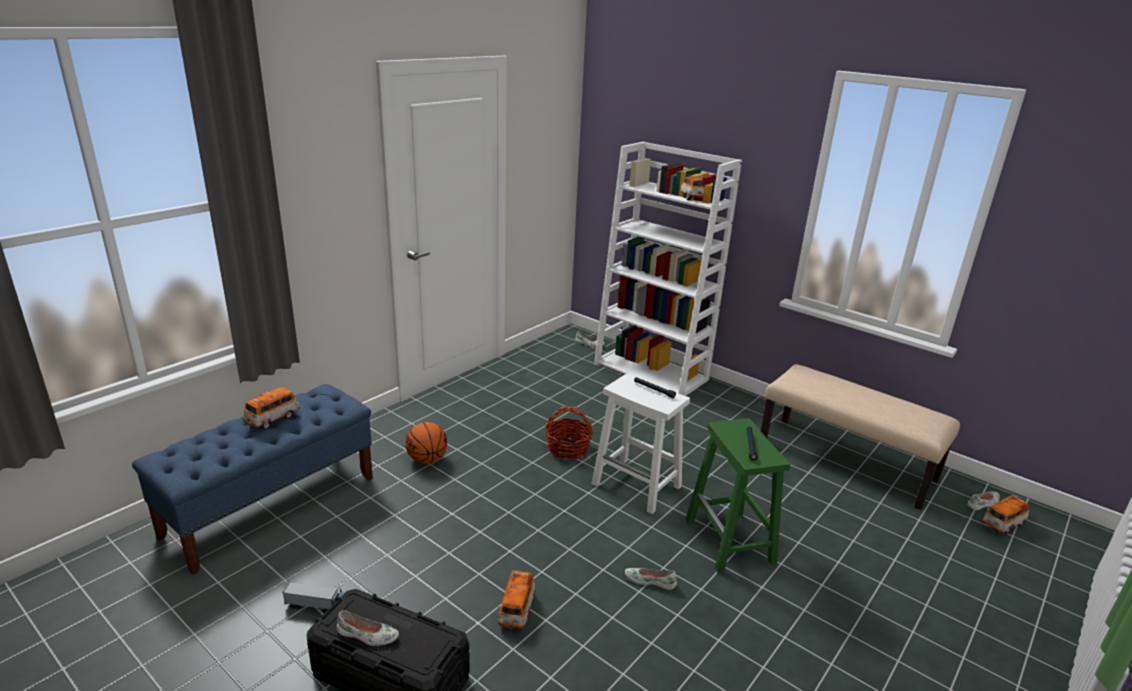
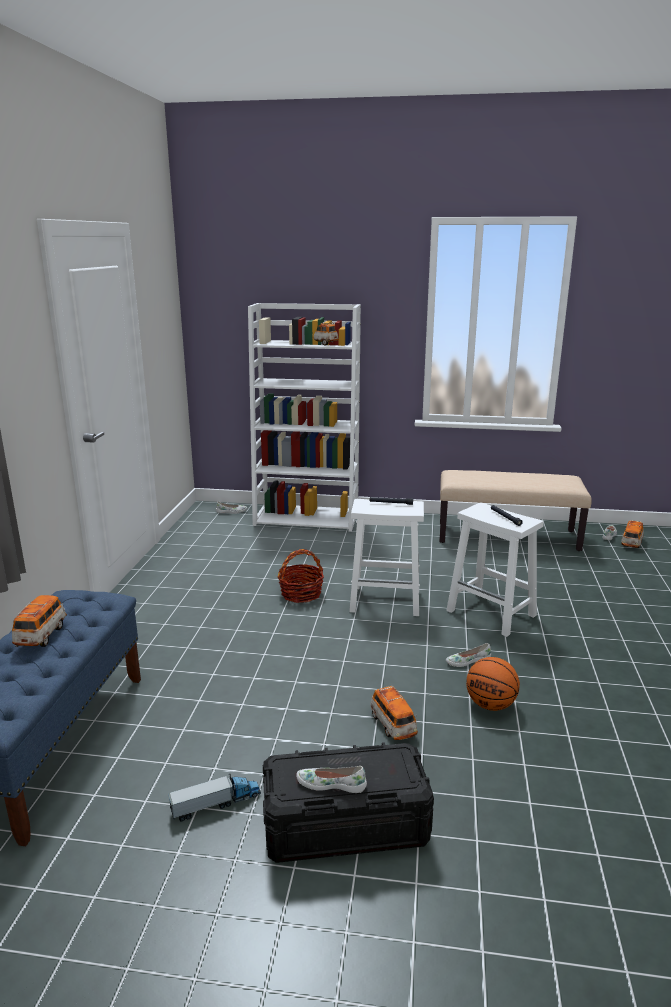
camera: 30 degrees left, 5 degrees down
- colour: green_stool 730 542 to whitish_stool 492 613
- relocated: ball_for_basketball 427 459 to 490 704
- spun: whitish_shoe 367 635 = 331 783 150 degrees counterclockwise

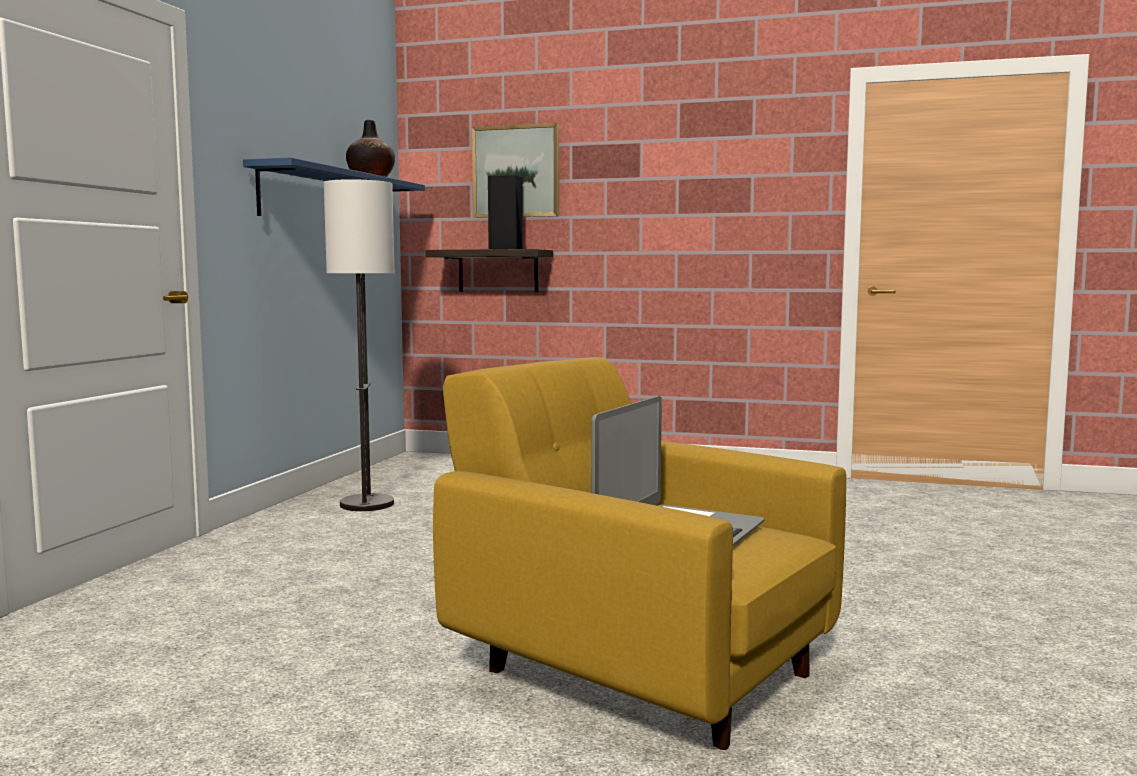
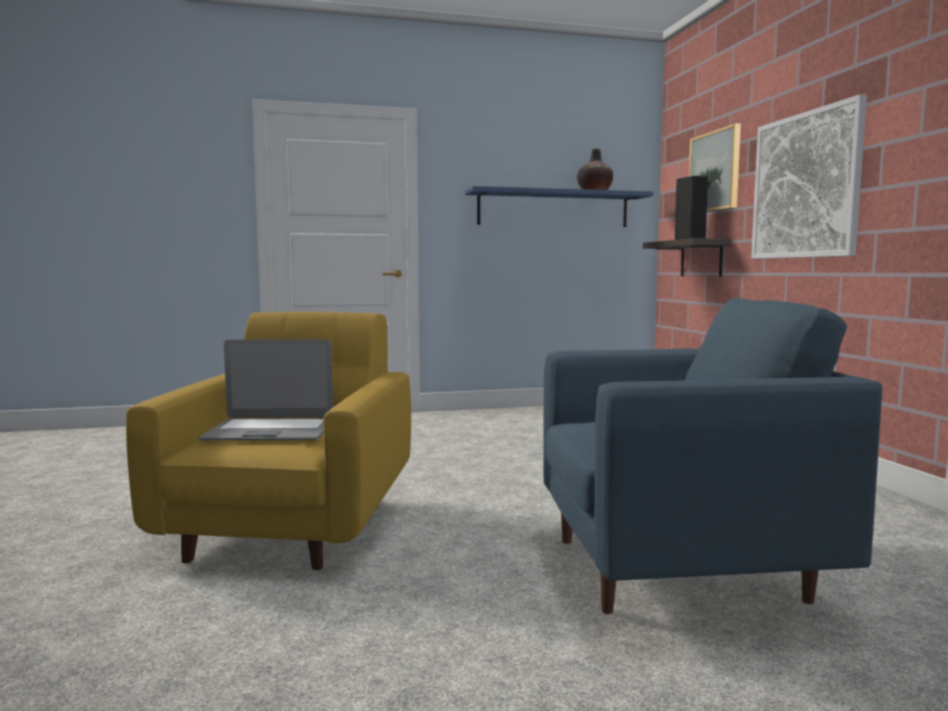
camera: 60 degrees right, 0 degrees up
- missing: standing_lamp 366 504
- appeared: wall_picture 805 186
- appeared: bluish_lounge_chair 676 569

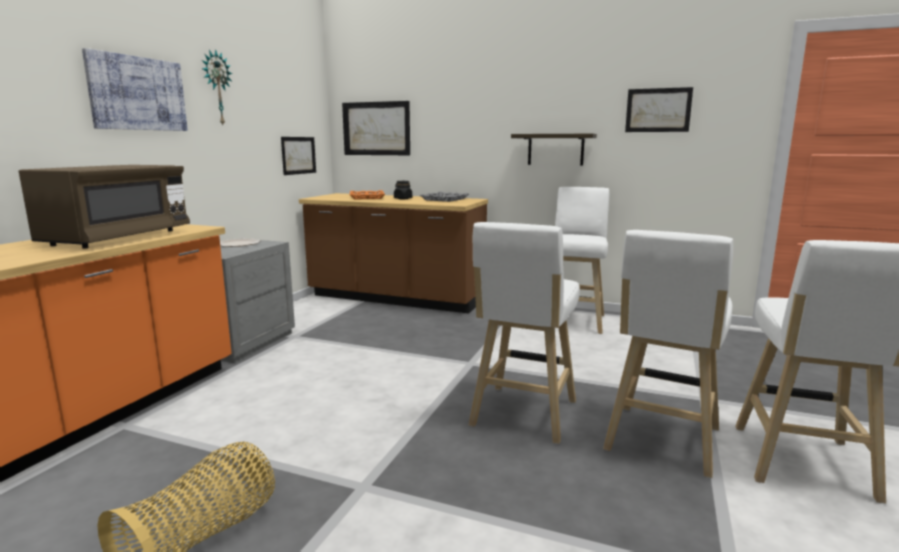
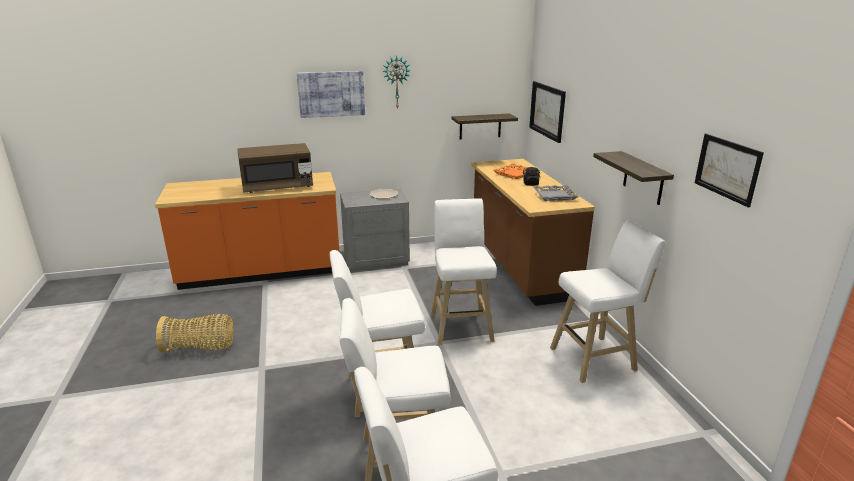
camera: 55 degrees right, 10 degrees up
- exchanged: wall_picture 298 155 to bracket_shelf 480 126
- appeared: whitish_stool 460 325

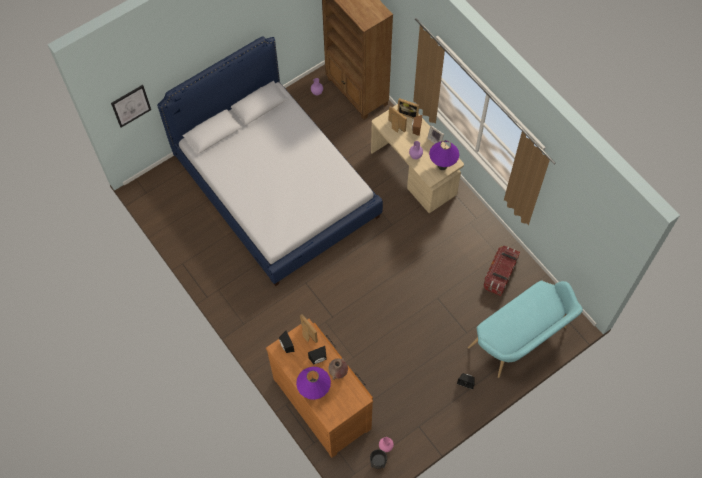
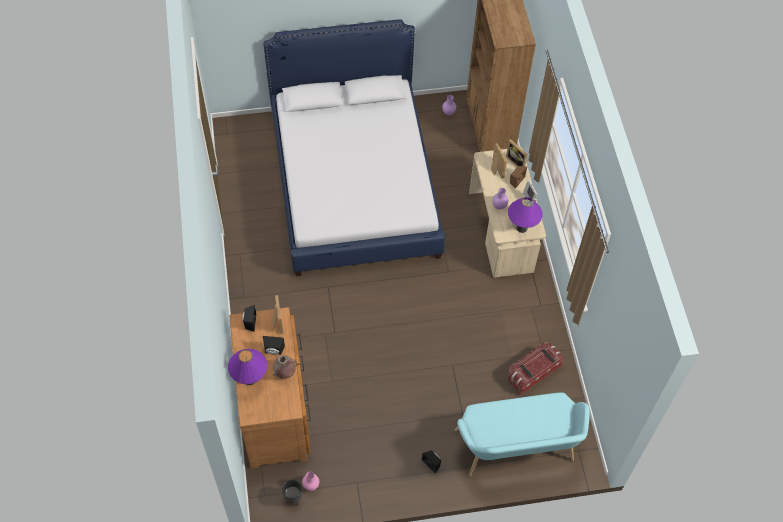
camera: 25 degrees right, 5 degrees down
- missing: wall_picture 131 105

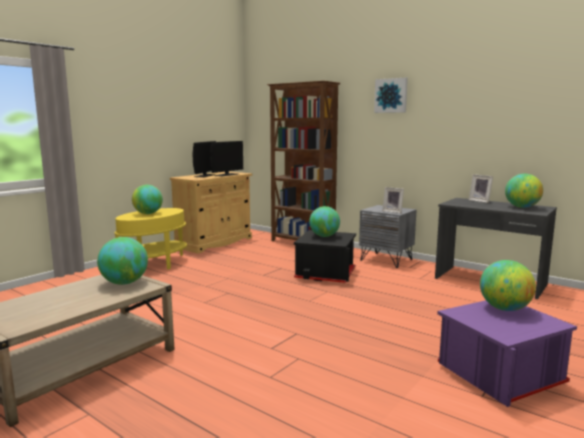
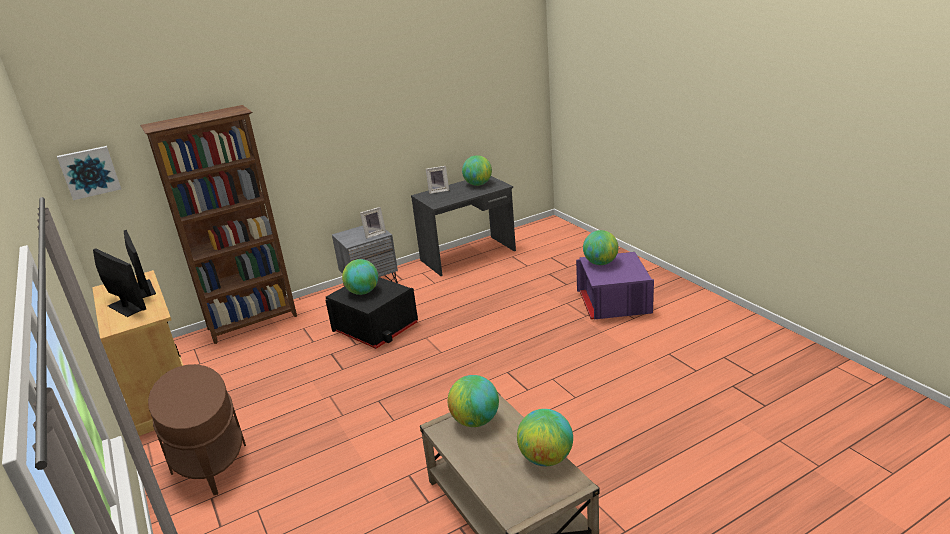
camera: 65 degrees left, 15 degrees up
- relocated: wall_picture 391 95 to 89 172
- relocated: world_globe 148 213 to 546 458
- colour: yellow-coloured_accent_table 154 264 to brown-coloured_accent_table 209 458

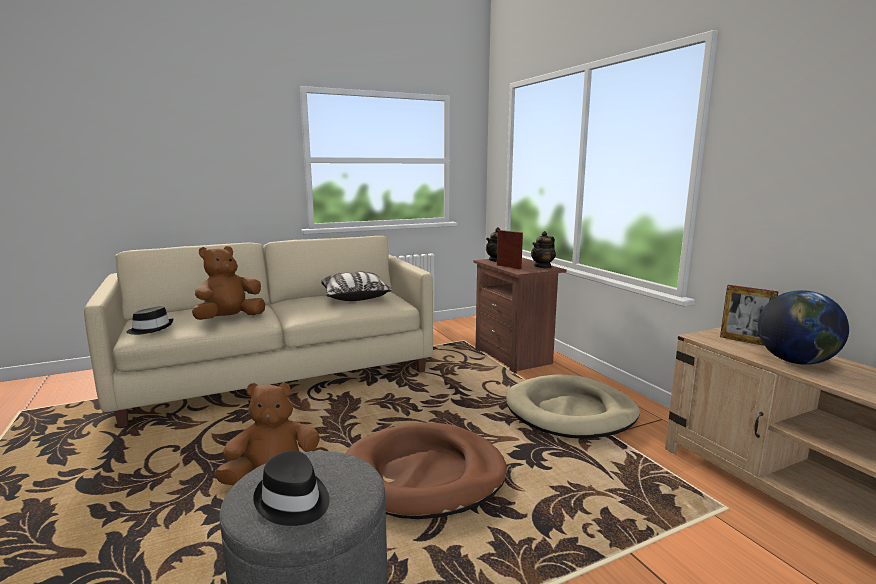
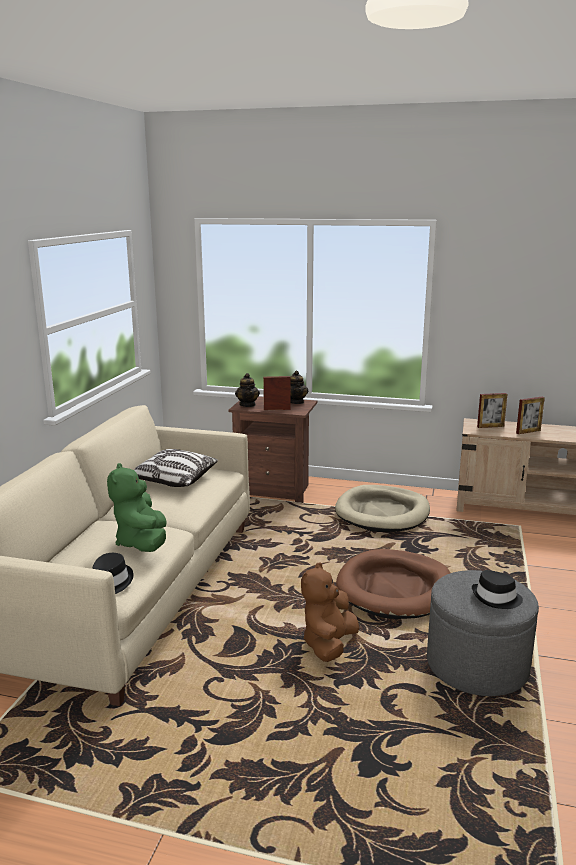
camera: 50 degrees left, 5 degrees up
- colour: brown-coloured_plush_toy 229 319 to green_plush_toy 142 543
- exchanged: world_globe 795 361 to photo_frame 528 432

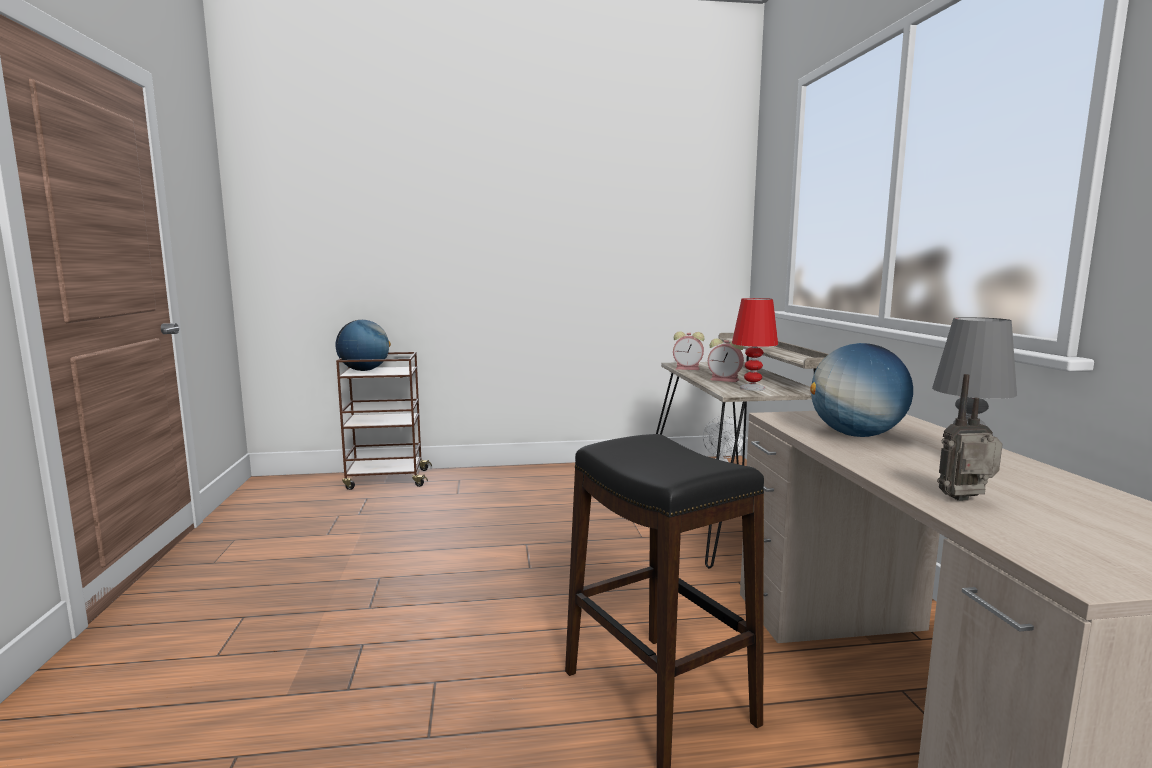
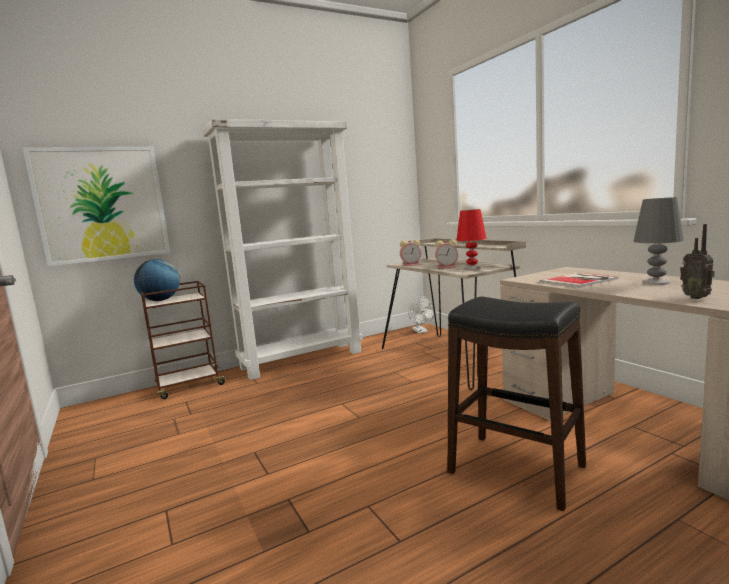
camera: 20 degrees left, 0 degrees up
- exchanged: world_globe 856 435 to bound_book 580 280
- spun: radio 967 501 = 696 297 75 degrees counterclockwise
- appeared: whitish_bookshelf 302 359
- appeared: wall_picture 102 204

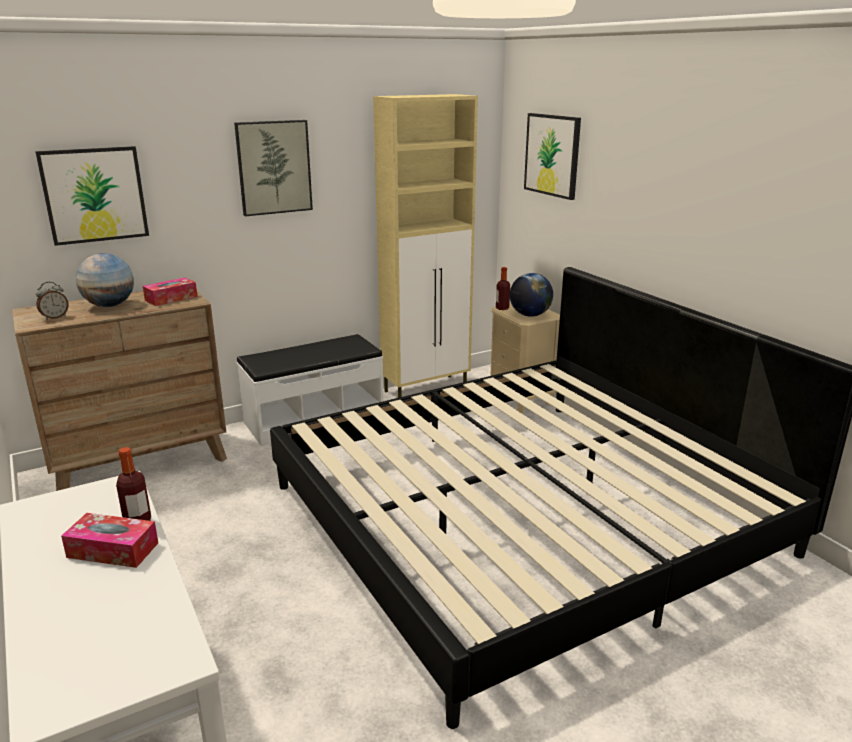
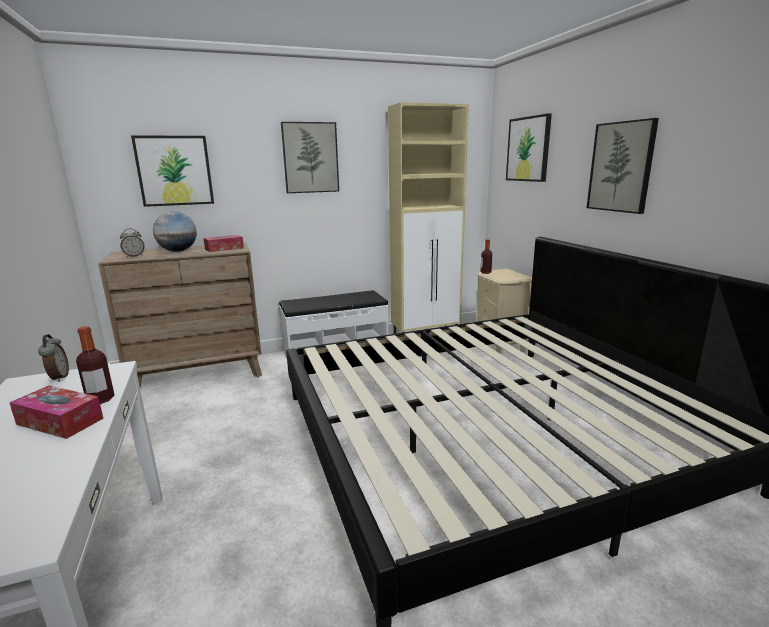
camera: 10 degrees right, 5 degrees down
- missing: world_globe 530 315
- appeared: wall_picture 621 167
- appeared: bedside_clock 58 378

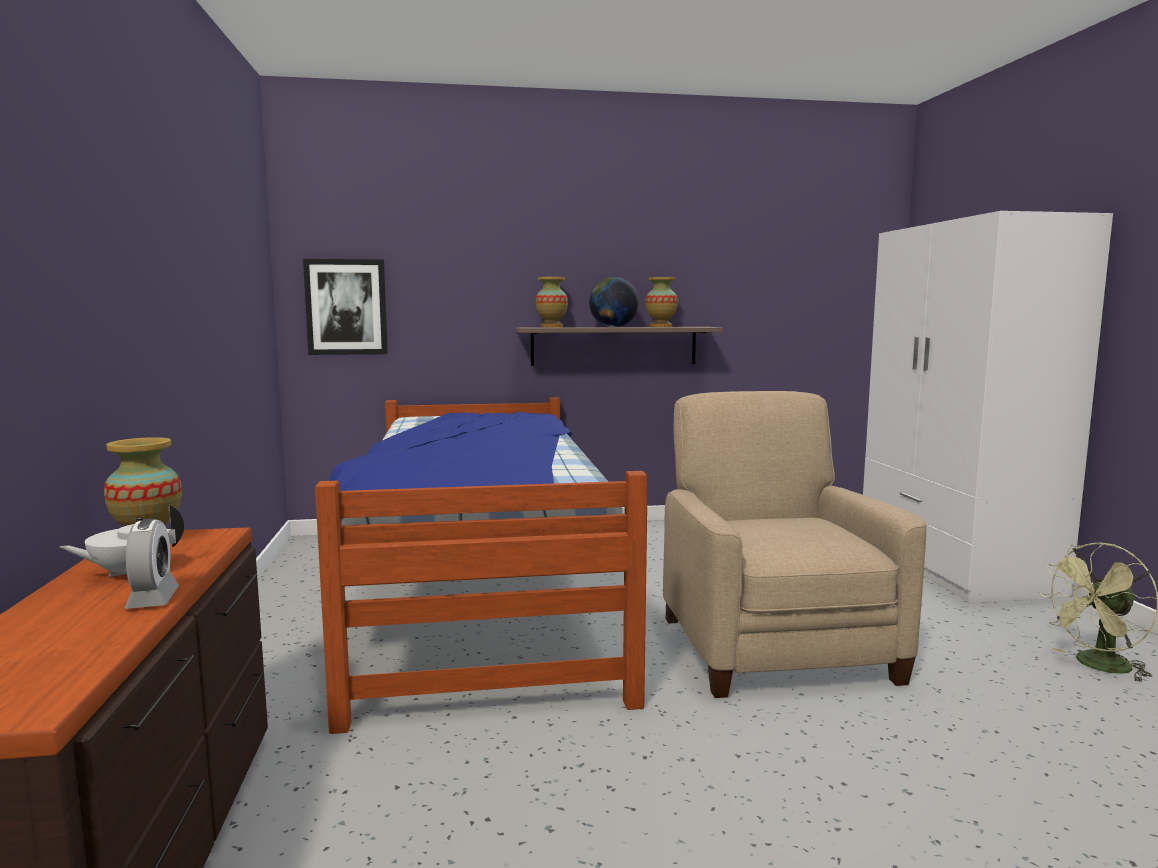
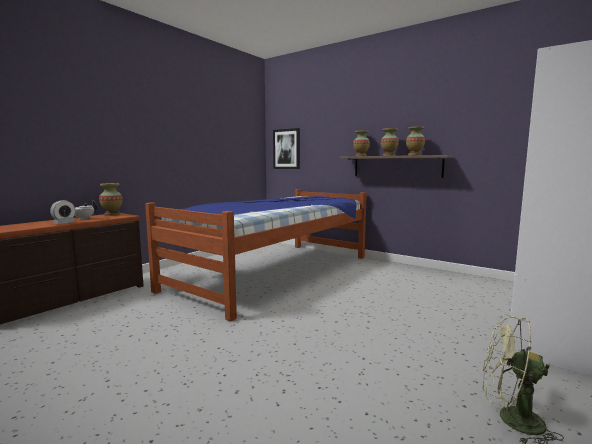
camera: 45 degrees right, 0 degrees up
- exchanged: world_globe 613 327 to vase 389 155
- missing: beige-coloured_lounge_chair 774 647

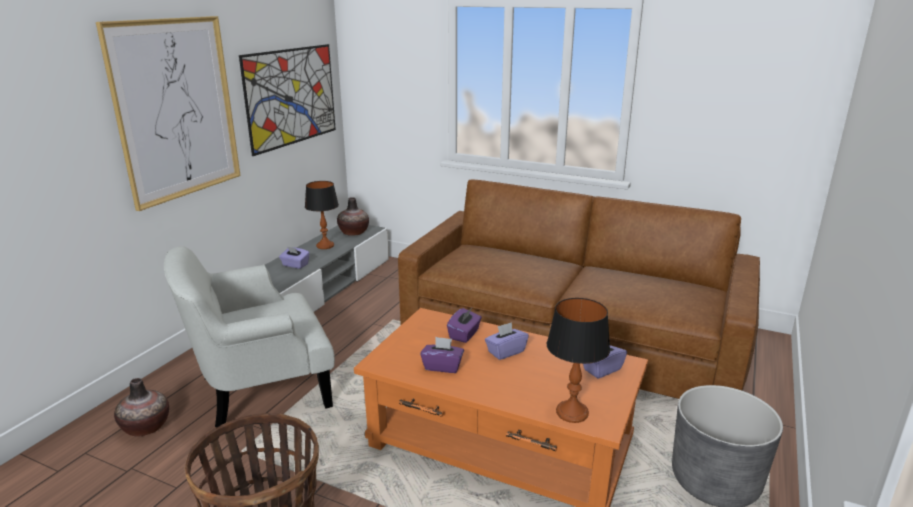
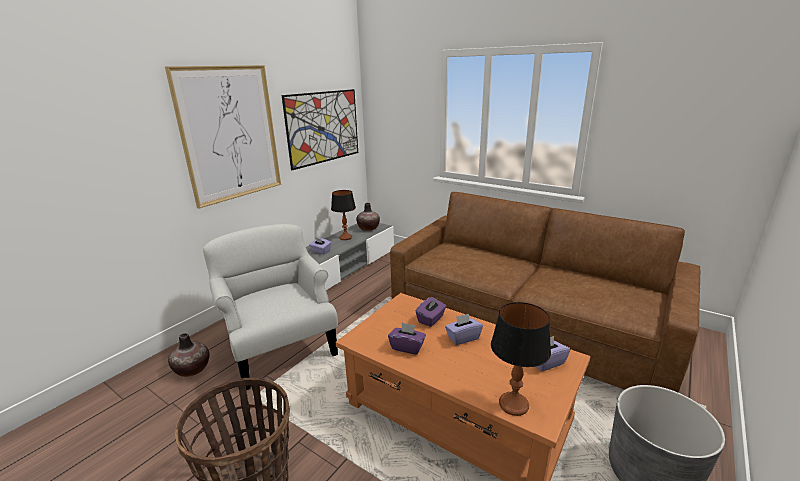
camera: 10 degrees right, 0 degrees up
- spun: whitish_lounge_chair 261 390 = 280 347 75 degrees clockwise

